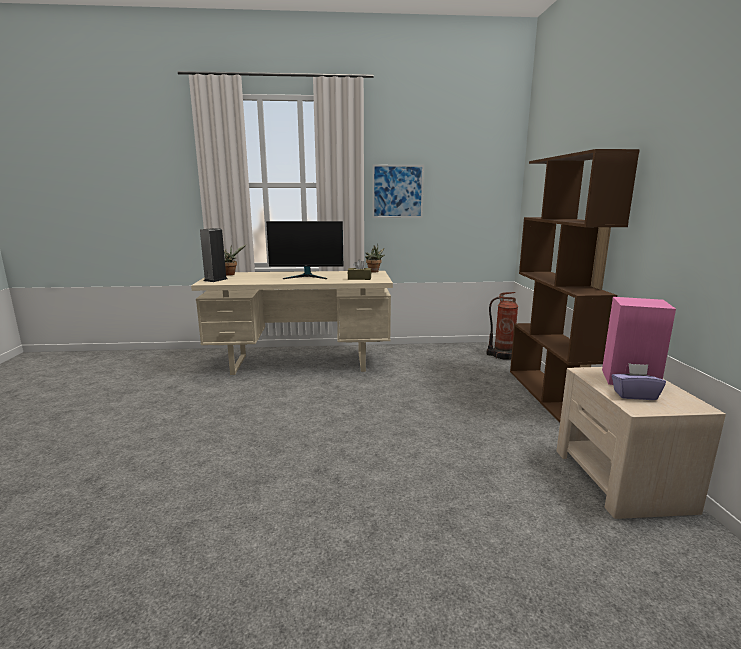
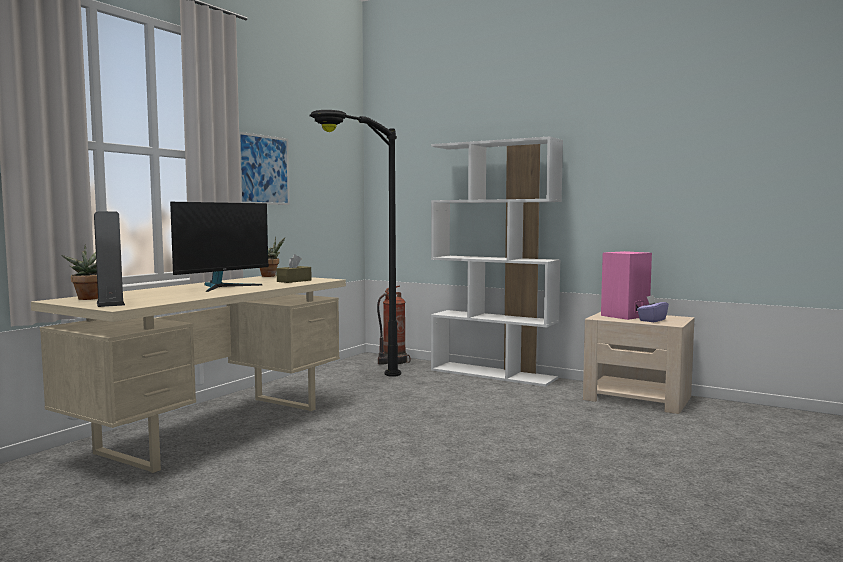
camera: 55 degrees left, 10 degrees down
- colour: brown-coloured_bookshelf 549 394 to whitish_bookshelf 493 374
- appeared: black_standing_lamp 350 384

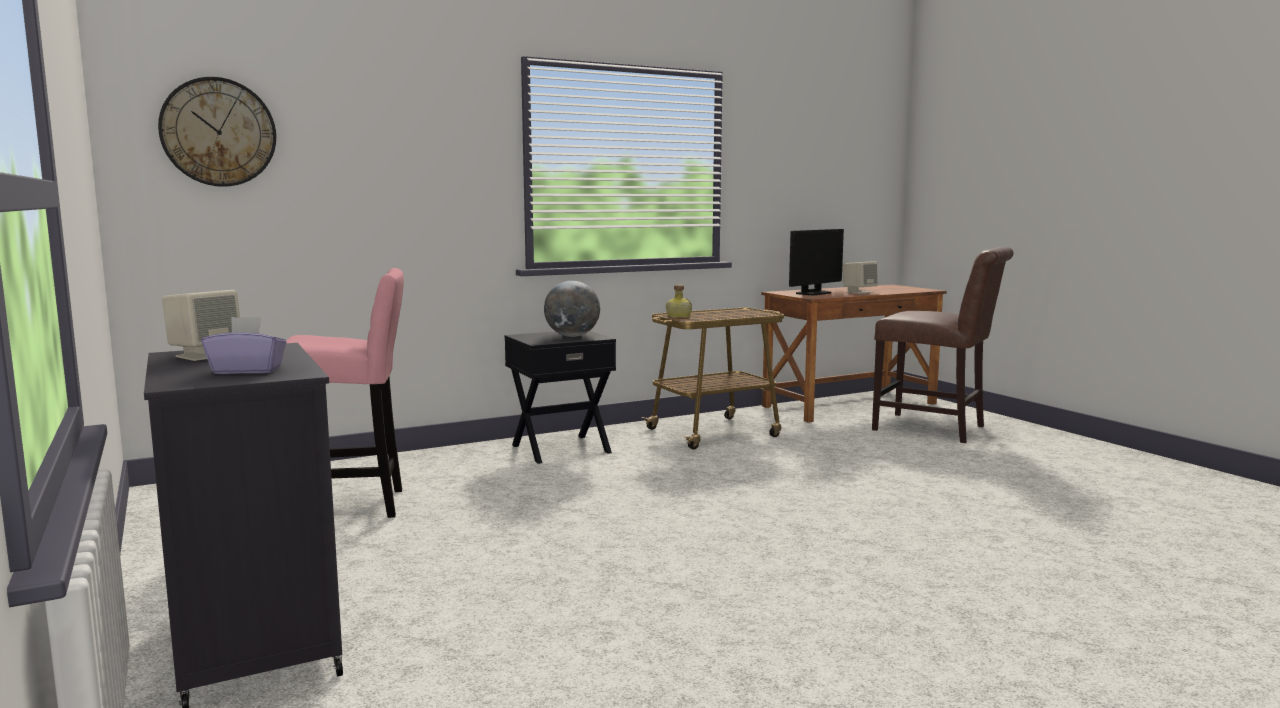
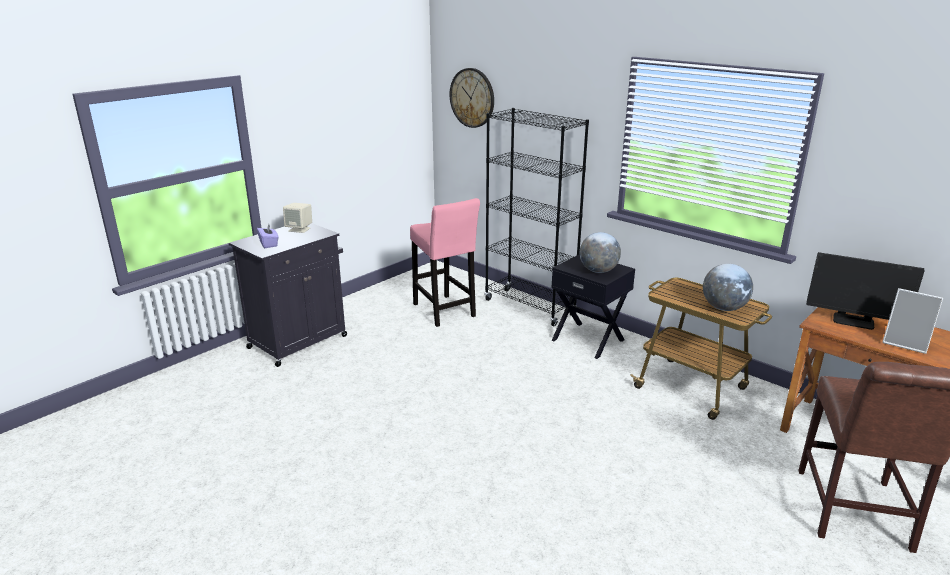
camera: 70 degrees right, 15 degrees up
- exchanged: beige-coloured_speaker 859 292 to photo_frame 905 343
- missing: beverage_bottle 678 316
- appeared: black_bookshelf 529 307
- appeared: world_globe 724 308

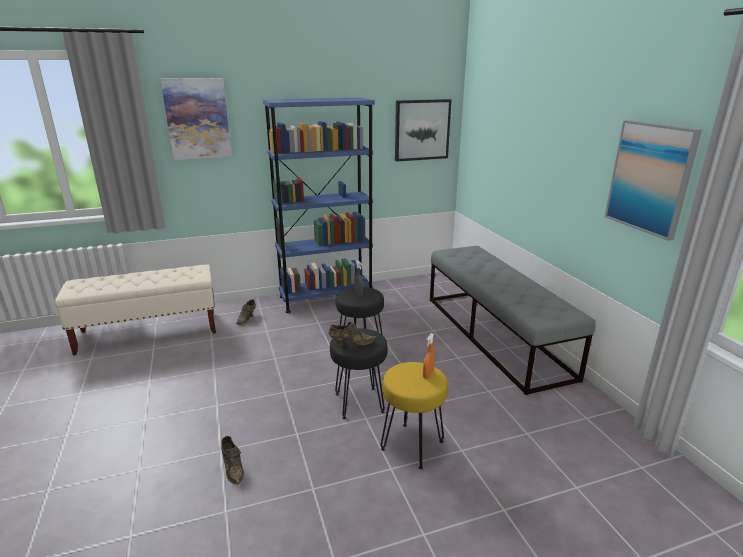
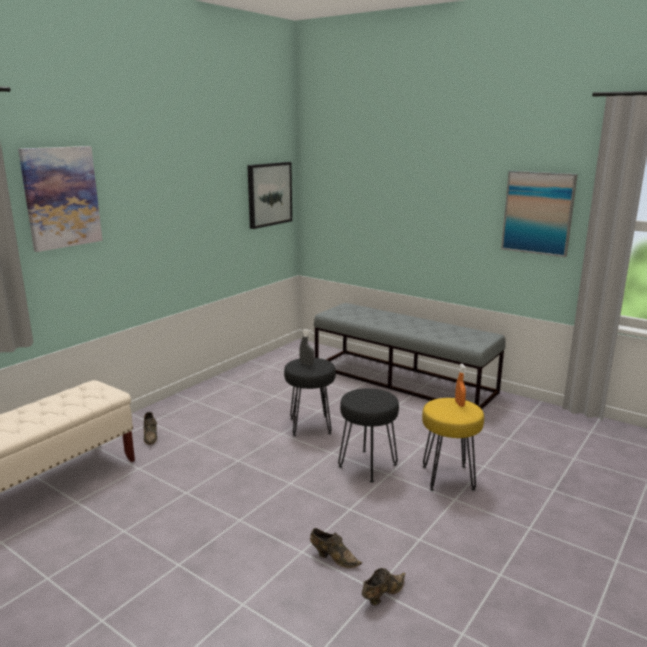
camera: 35 degrees left, 5 degrees down
- missing: bluish_bookshelf 326 298
- relocated: brown-coloured_shoe 351 343 to 382 595

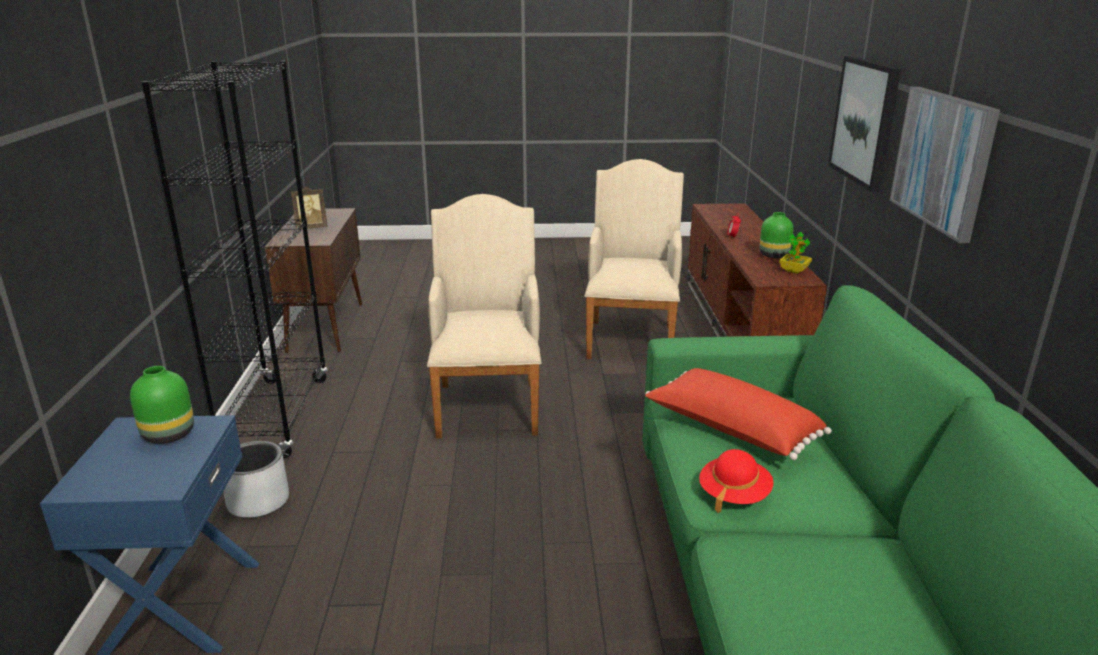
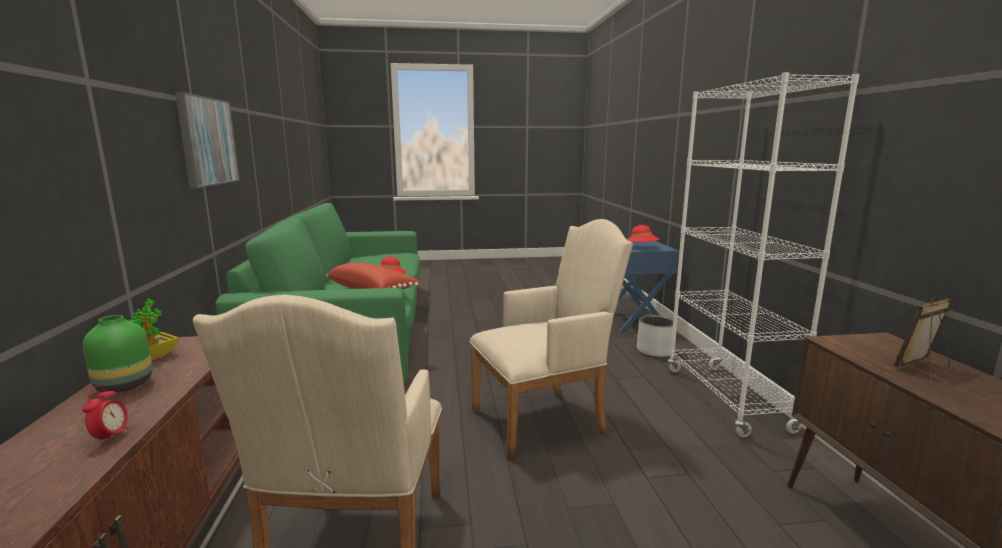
camera: 175 degrees right, 10 degrees down
- missing: wall_picture 865 121
- colour: black_bookshelf 277 417 to whitish_bookshelf 726 399
- spun: beige-coloured_lounge_chair 488 404 = 545 420 105 degrees counterclockwise
- exchanged: green_vase 168 435 to red_hat 642 247

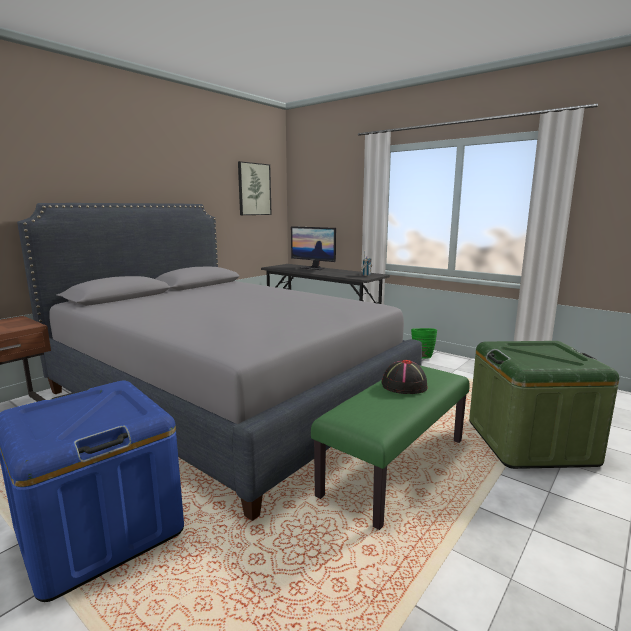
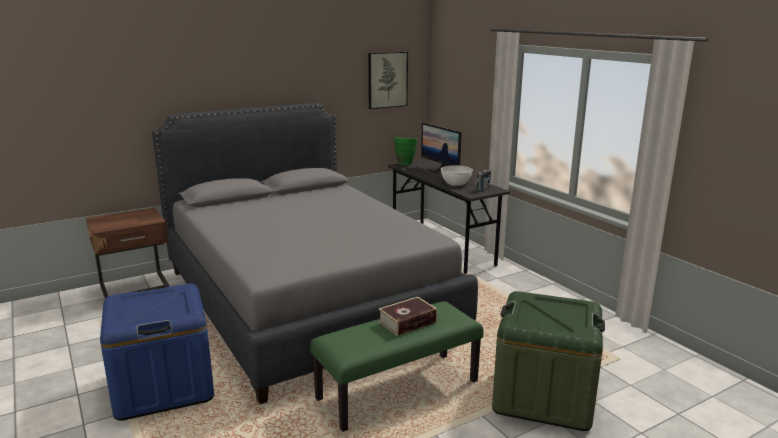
camera: 20 degrees right, 5 degrees up
- relocated: green_vase 422 357 to 405 164
- exchanged: black_hat 404 386 to bound_book 407 322
- appeared: whitish_bowl 456 183

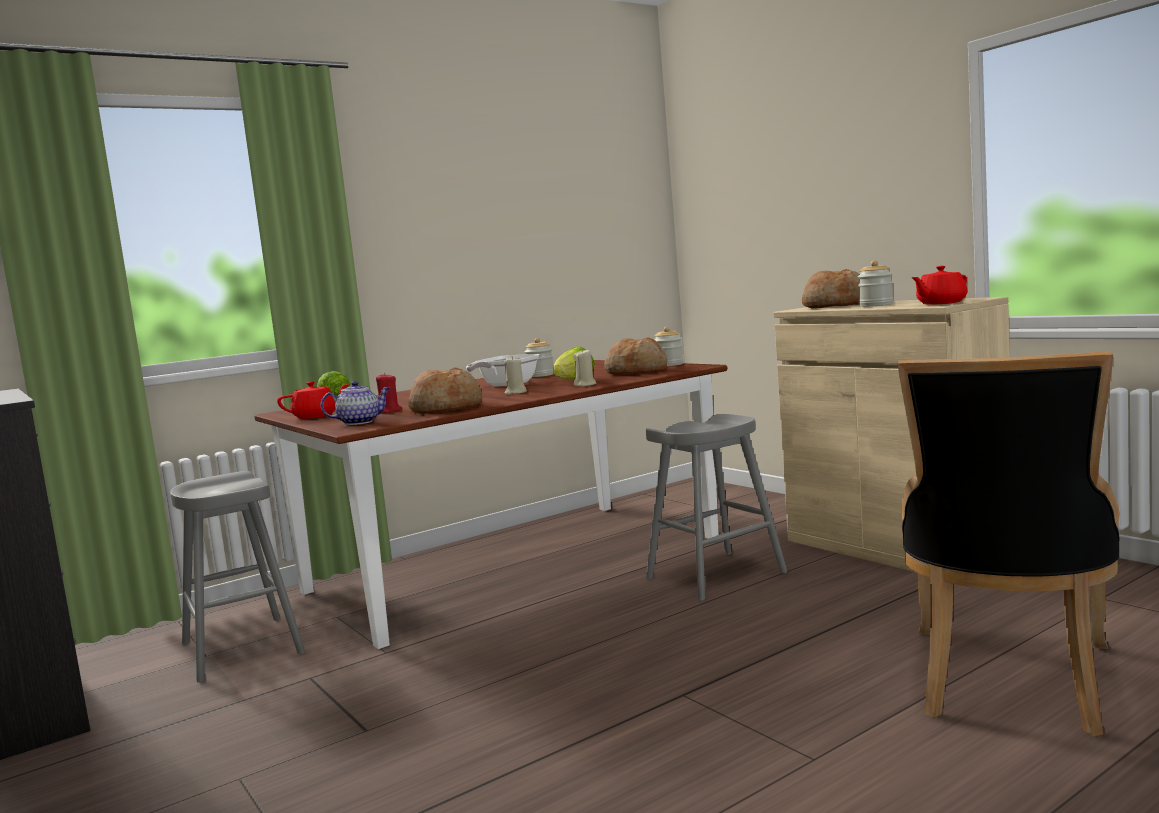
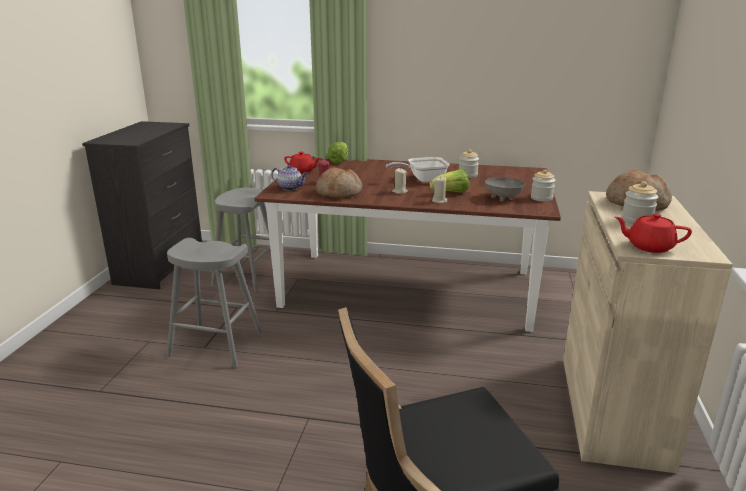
camera: 45 degrees right, 15 degrees up
- exchanged: baked_bread 637 371 to greyish_bowl 504 198
- relocated: greyish_stool 716 575 to 216 345

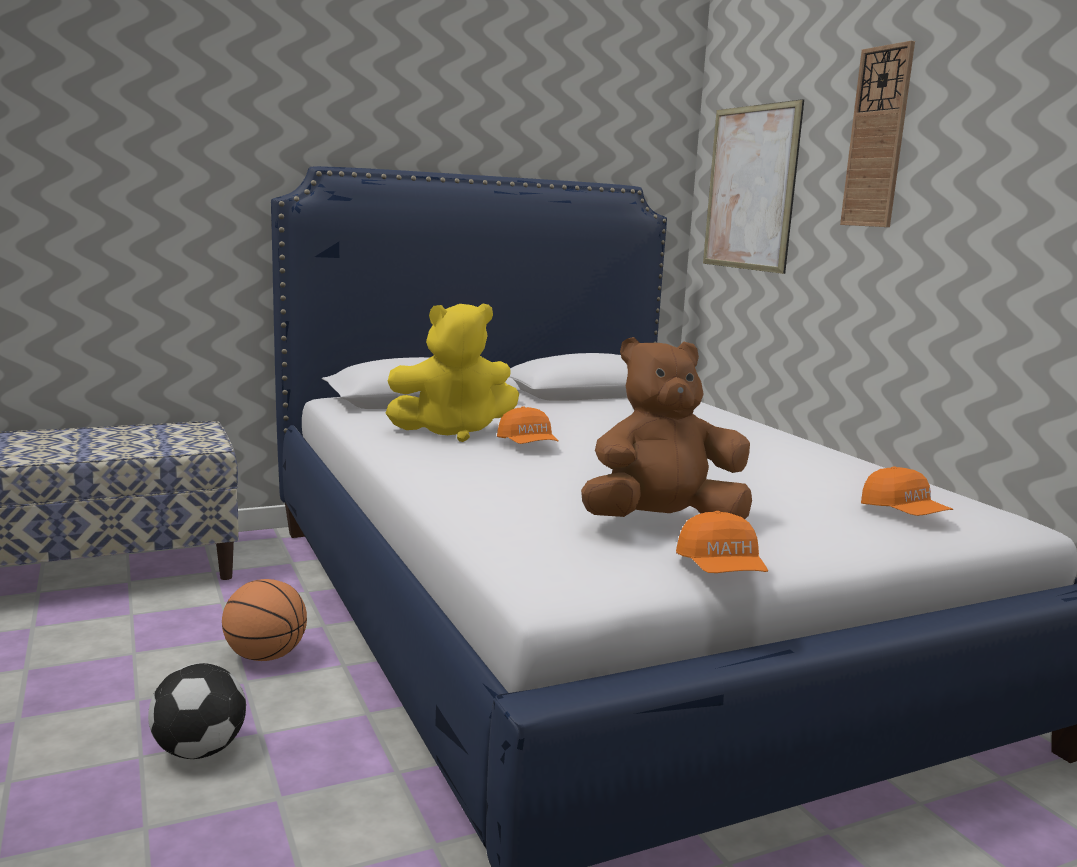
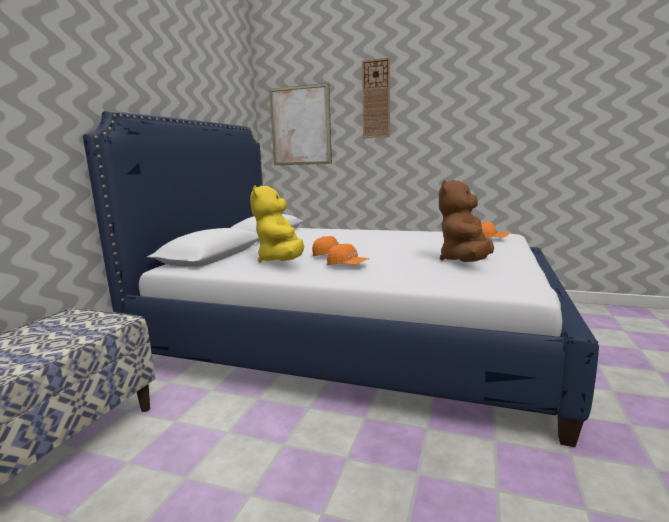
camera: 45 degrees left, 0 degrees up
- spun: yellow-coloured_plush_toy 453 432 = 282 261 150 degrees clockwise
- relocated: orange_cap 721 570 to 347 266
- missing: ball_for_basketball 266 657
- missing: football_ball 200 750

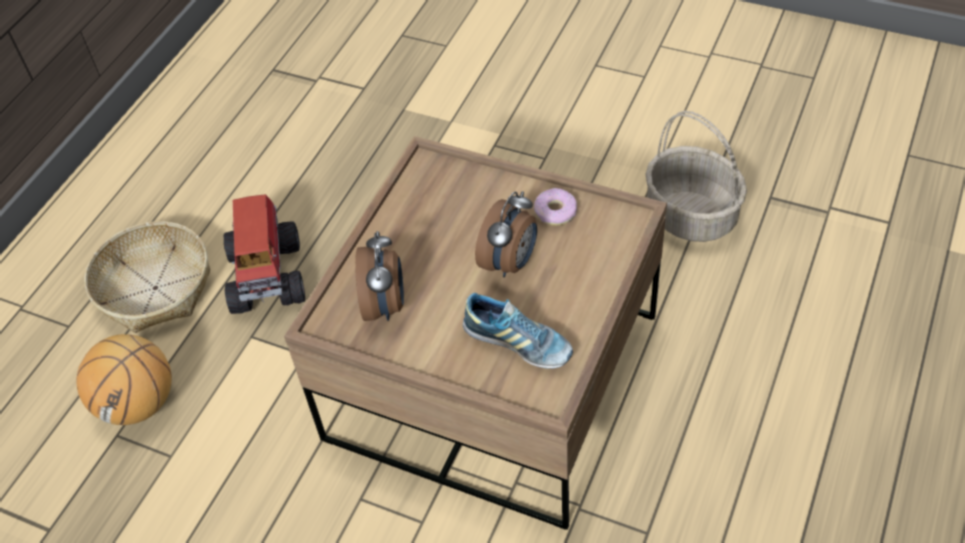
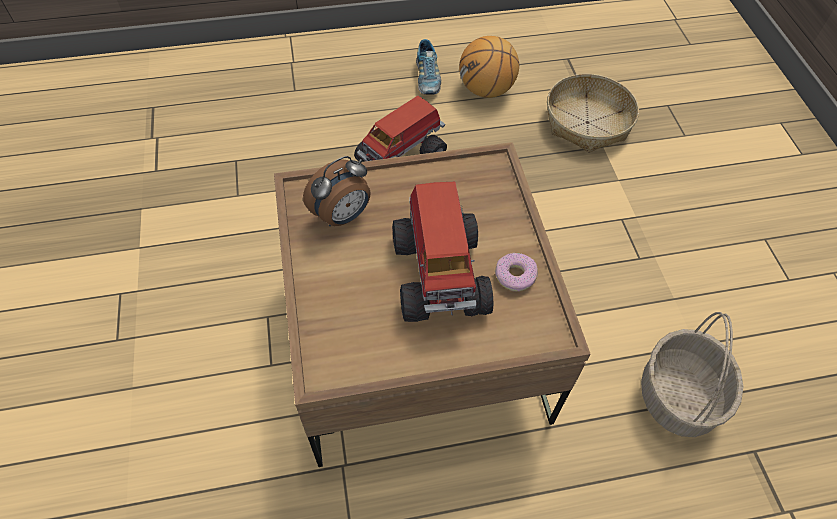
camera: 50 degrees right, 5 degrees up
- exchanged: bedside_clock 510 262 to toy_truck 439 273
- relocated: storage_basket 156 288 to 587 123
- relocated: shoe 518 343 to 427 78
- relocated: ball_for_basketball 138 403 to 486 90

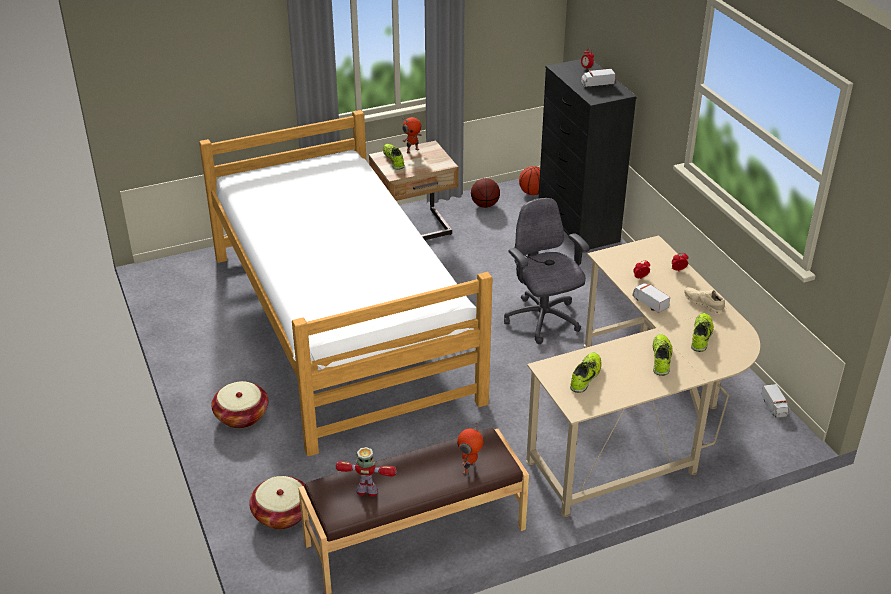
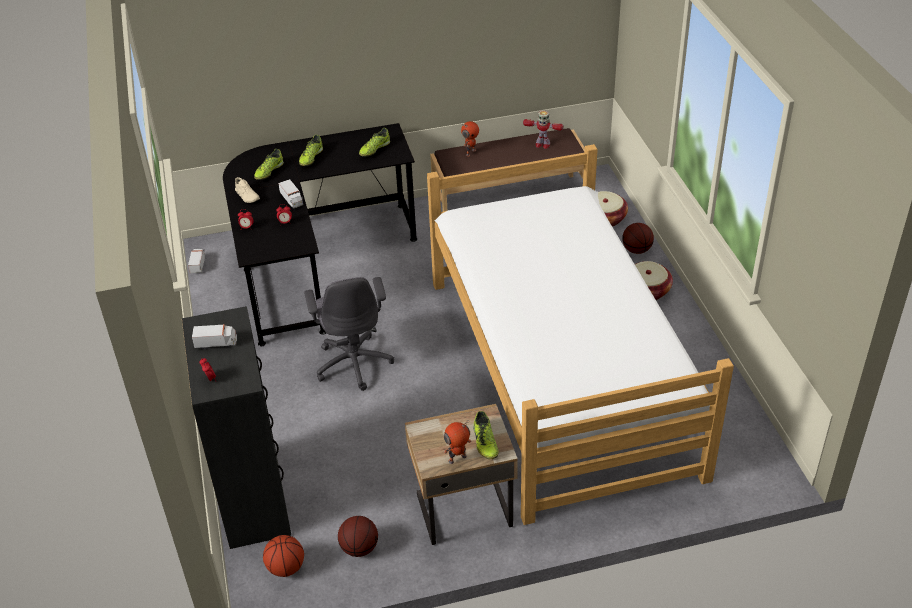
camera: 170 degrees left, 5 degrees up
- colour: beige-coloured_desk 641 421 to black_desk 313 262
- appeared: ball_for_basketball 636 250

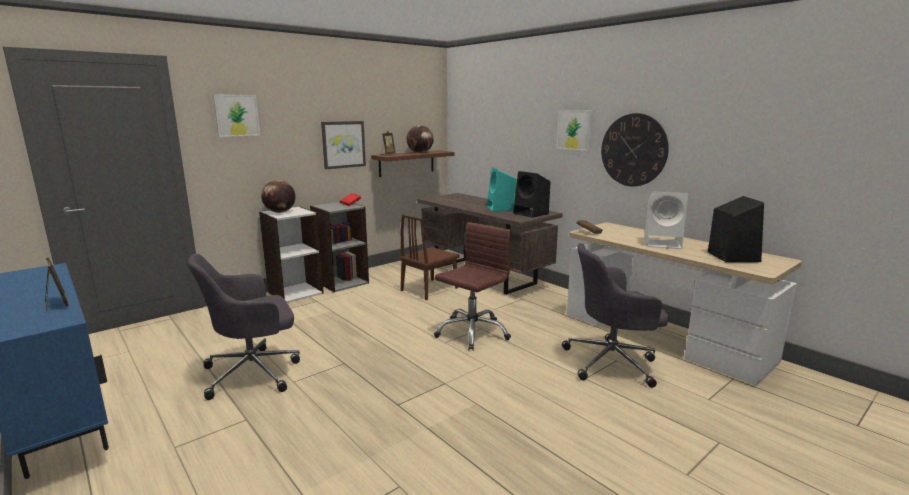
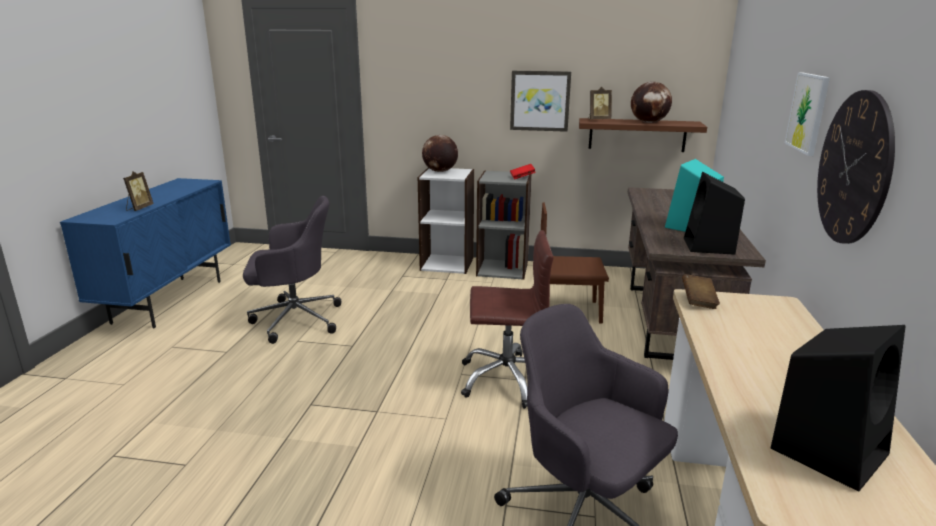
camera: 50 degrees right, 5 degrees up
- missing: wall_picture 237 115
- missing: whitish_speaker 663 243
- spun: greyish_computer_chair 254 372 = 294 319 150 degrees clockwise

